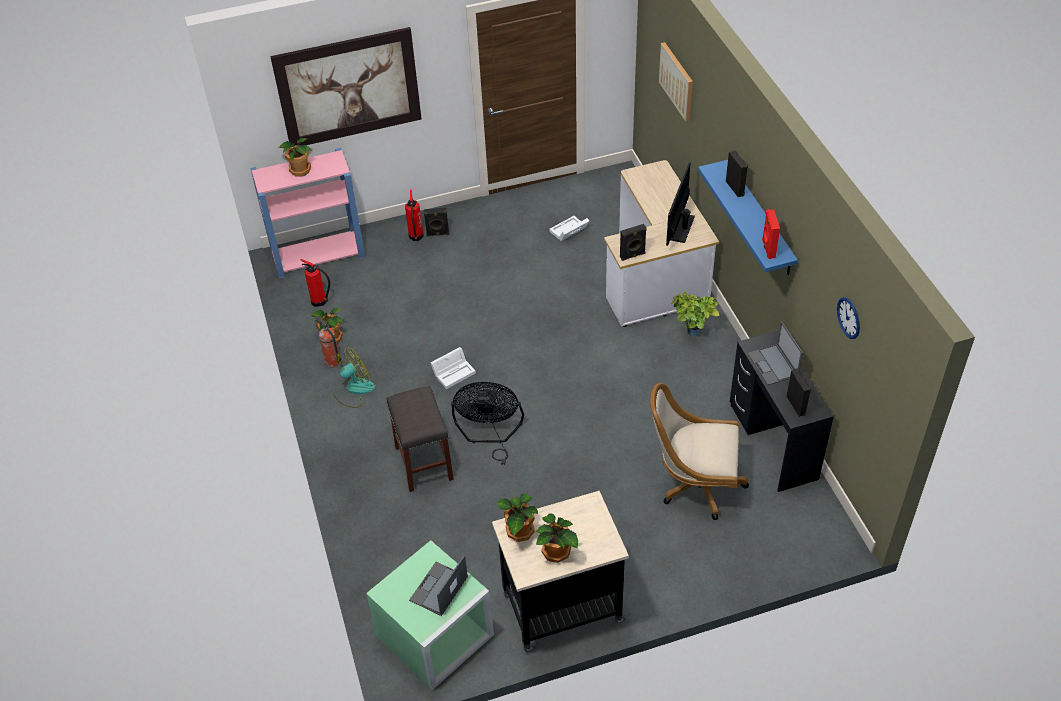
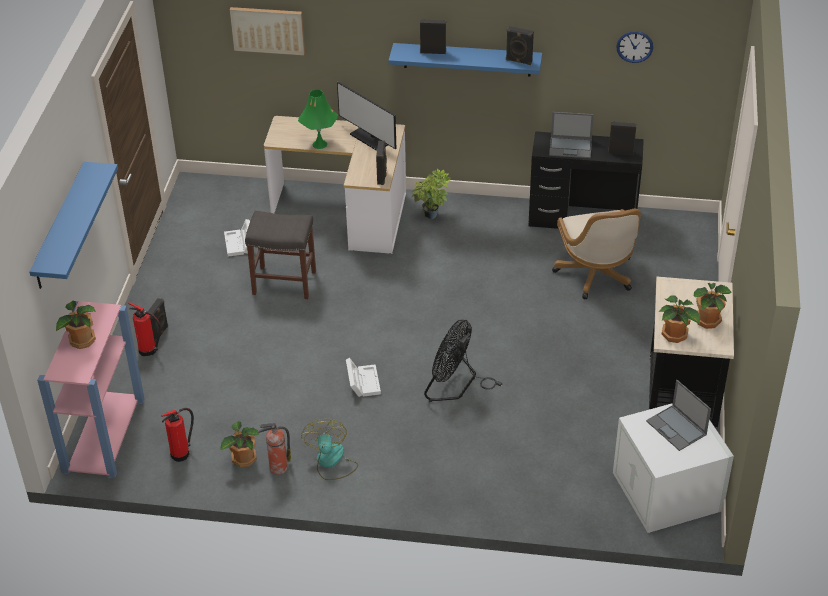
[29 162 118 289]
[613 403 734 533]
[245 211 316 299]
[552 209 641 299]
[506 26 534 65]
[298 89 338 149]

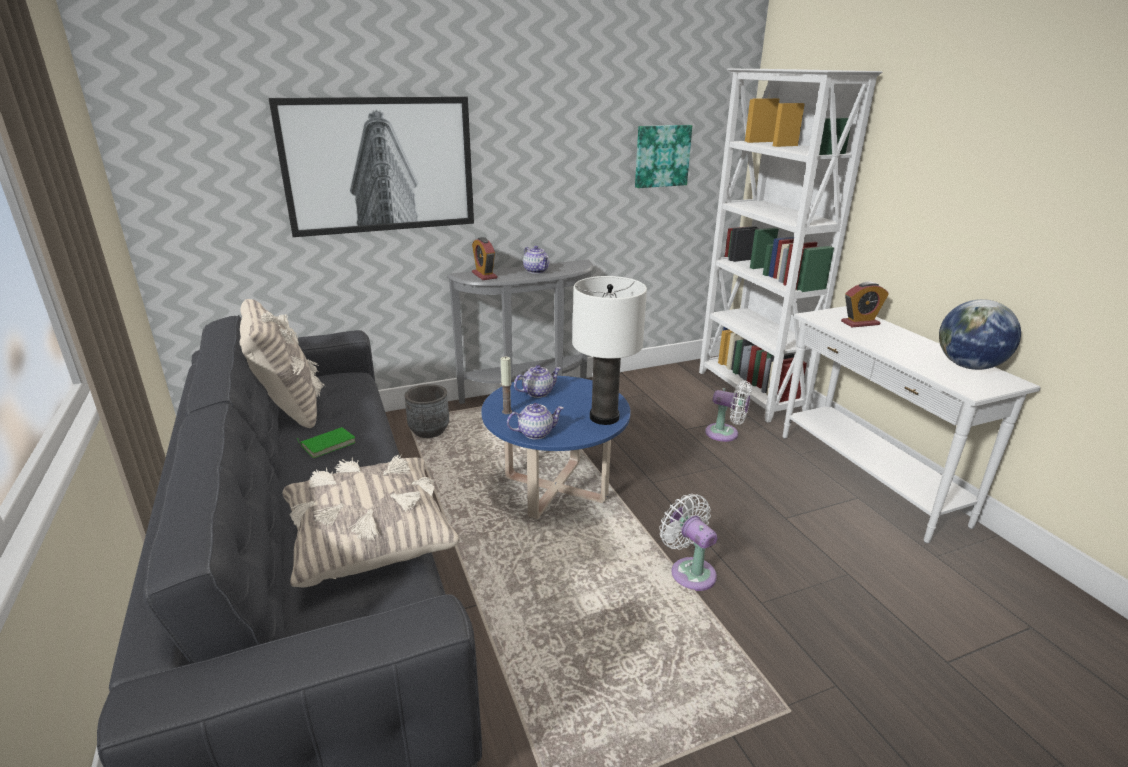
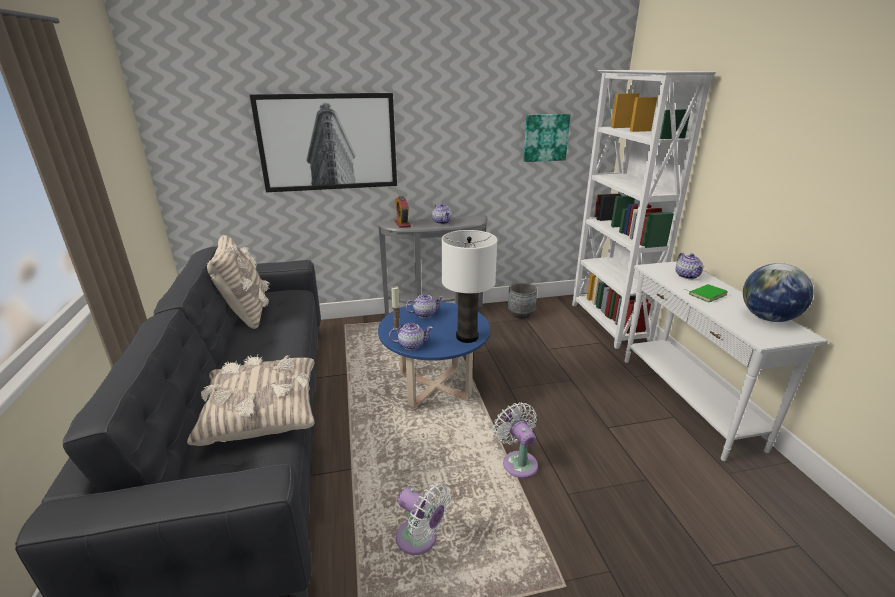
[686 284 728 302]
[508 283 537 319]
[396 483 451 555]
[676 253 704 279]

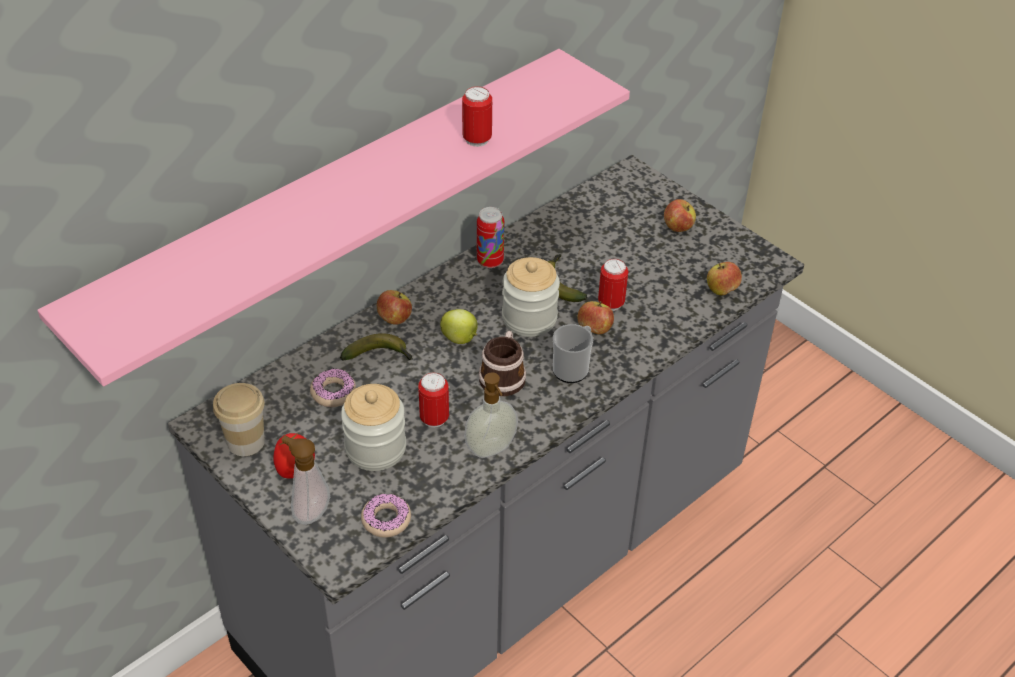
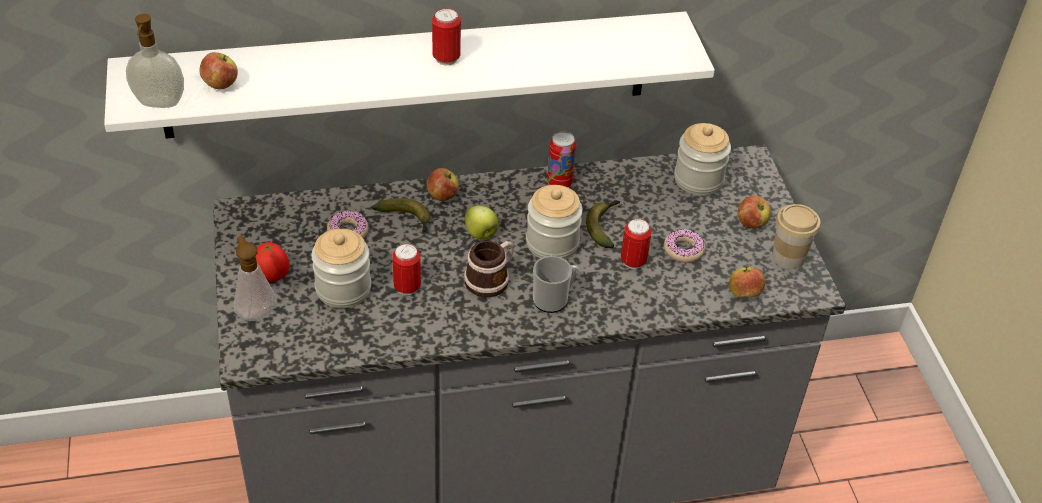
[104 12 715 139]
[772 204 820 269]
[664 229 705 263]
[432 8 461 65]
[126 14 184 108]
[200 52 238 90]
[674 123 731 195]

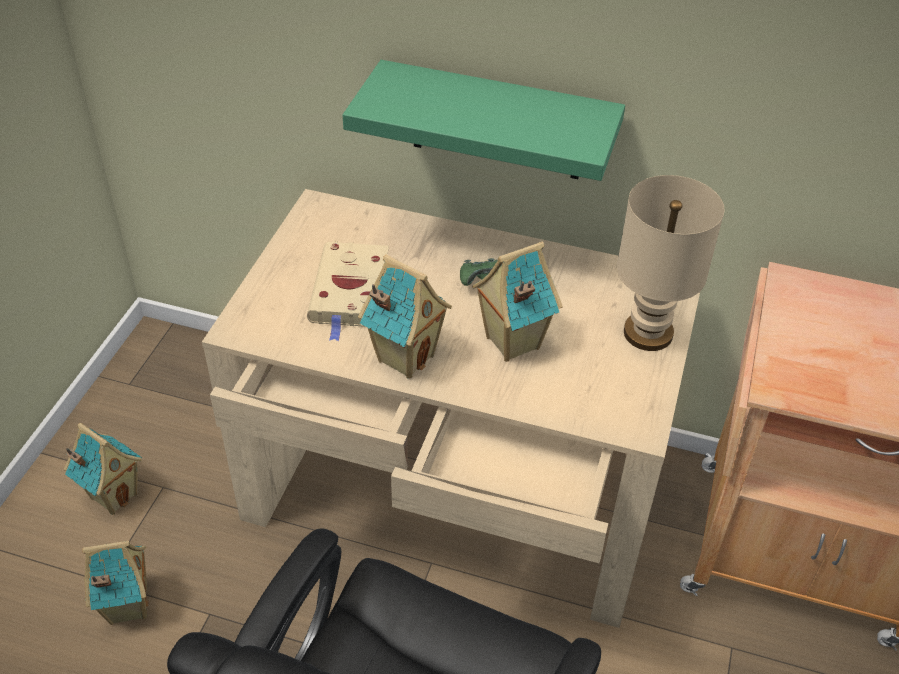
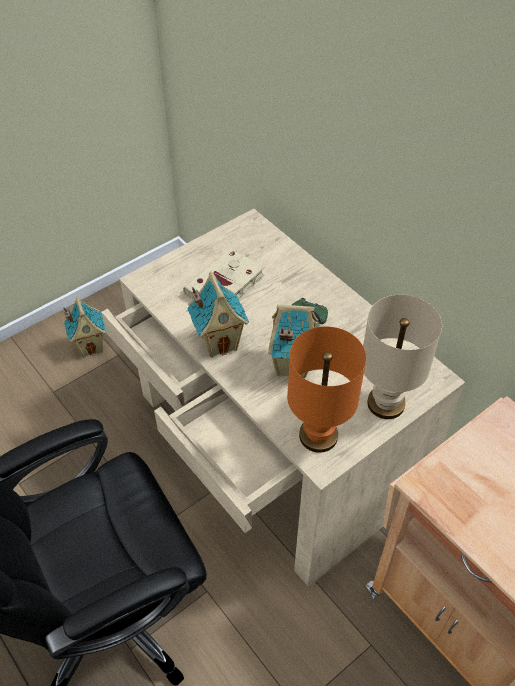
[82 541 148 625] (first image)
[343 60 625 181] (first image)
[287 326 366 453]

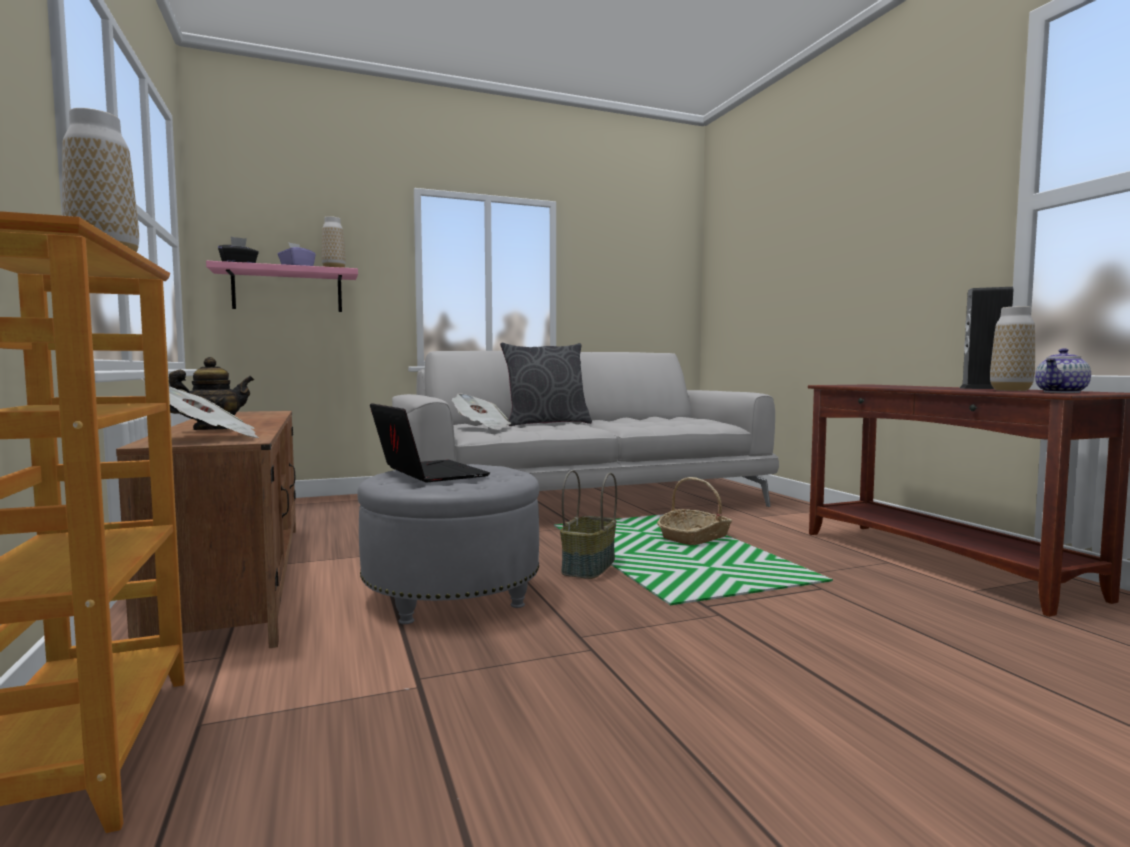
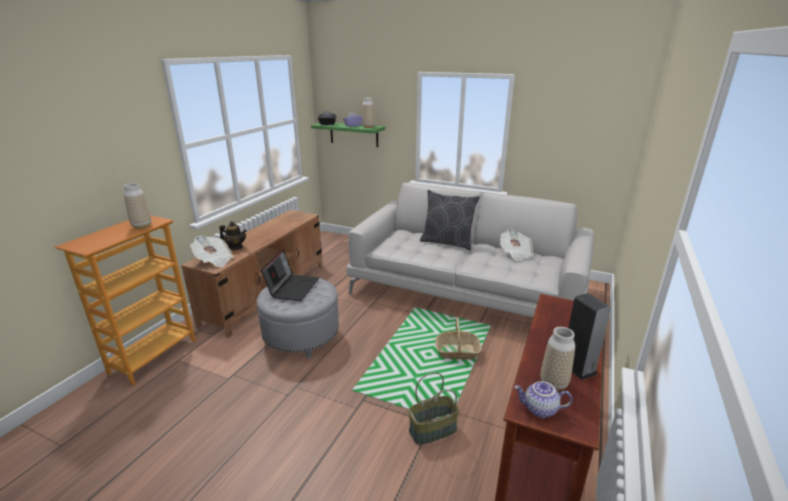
[311 123 385 147]
[500 229 533 261]
[408 372 459 445]

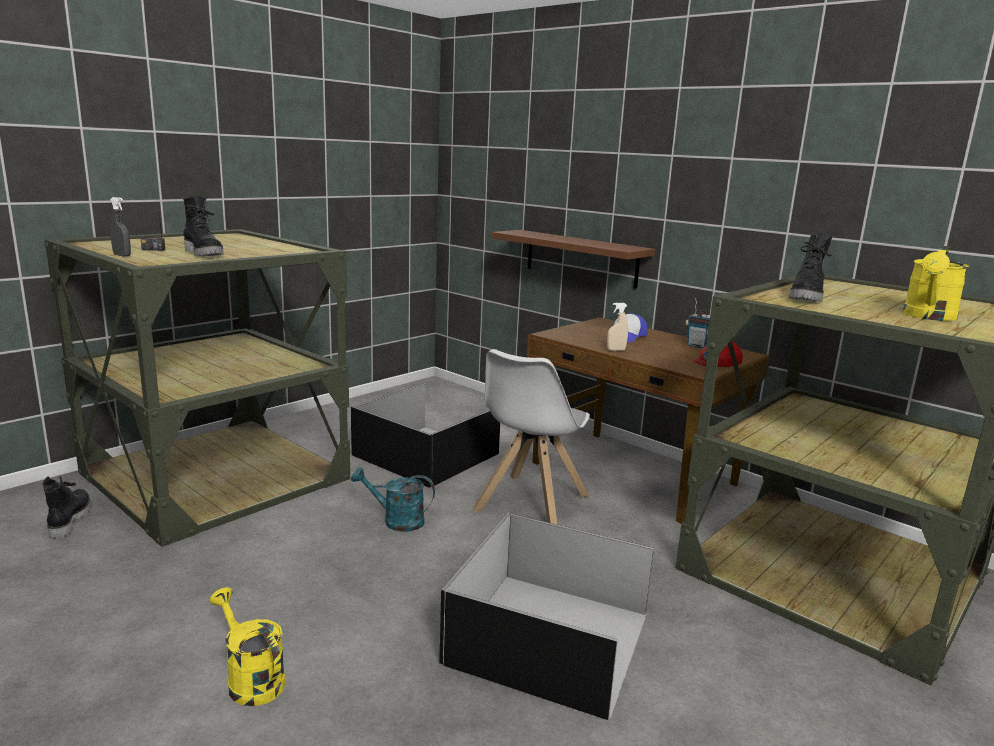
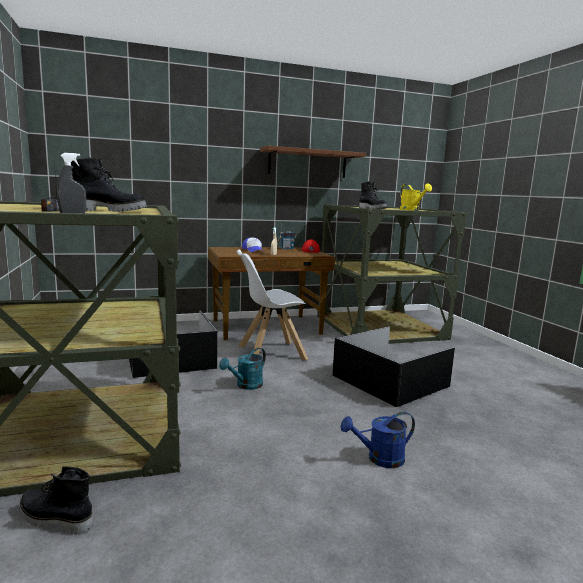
[341 412 415 468]
[237 250 308 360]
[260 145 366 178]

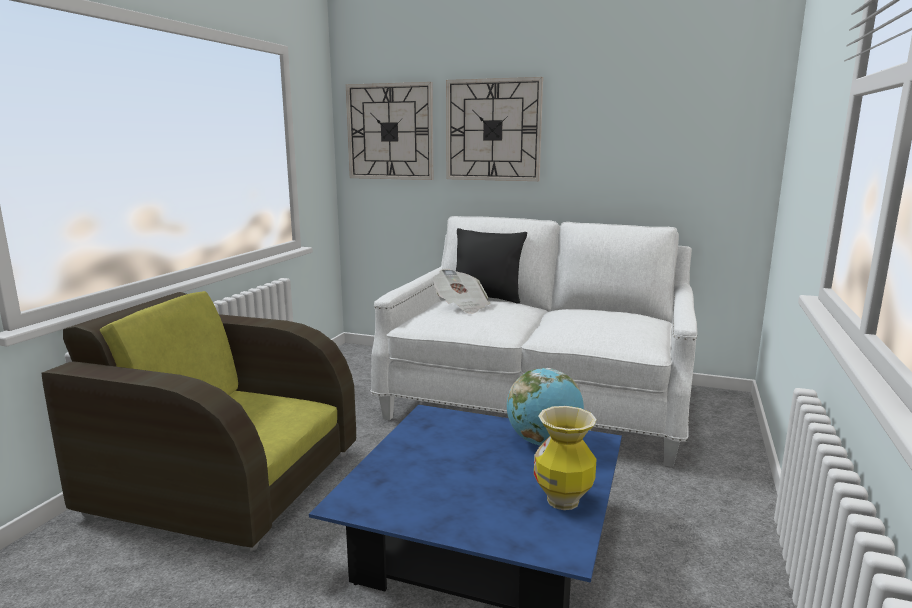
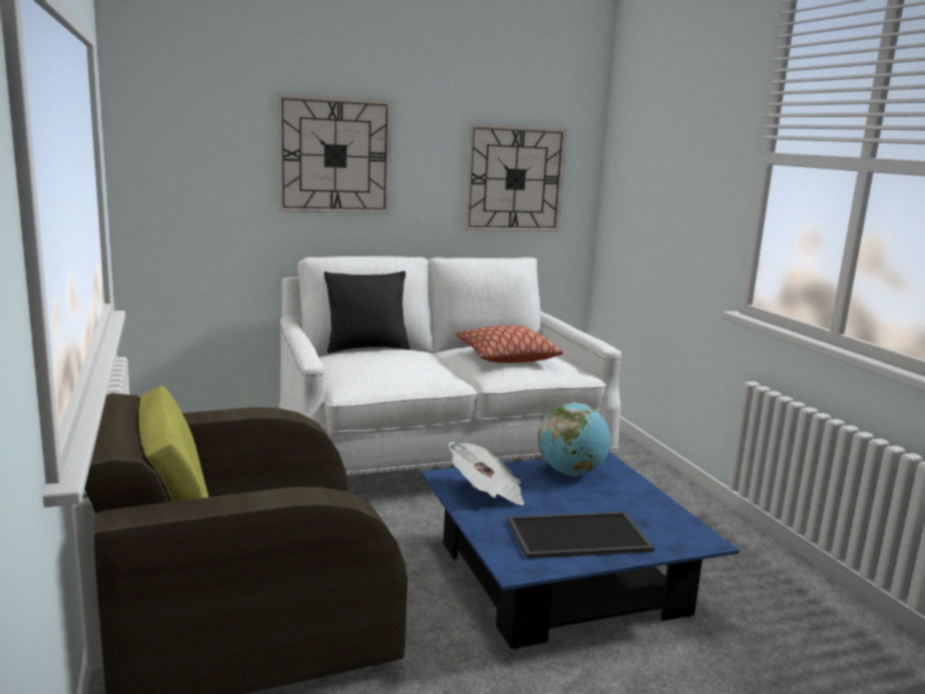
[464 123 567 232]
[448 442 524 505]
[534 406 597 510] (first image)
[456 325 563 363]
[508 512 654 559]

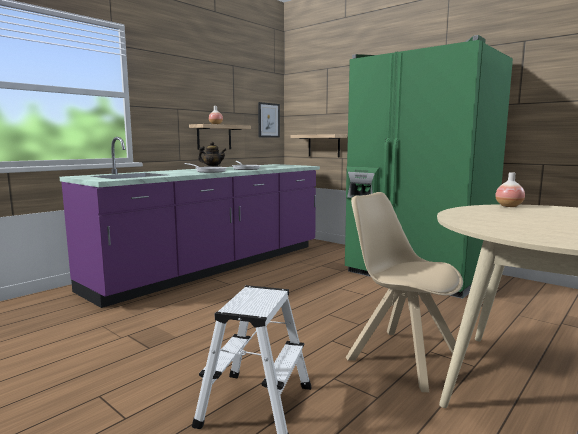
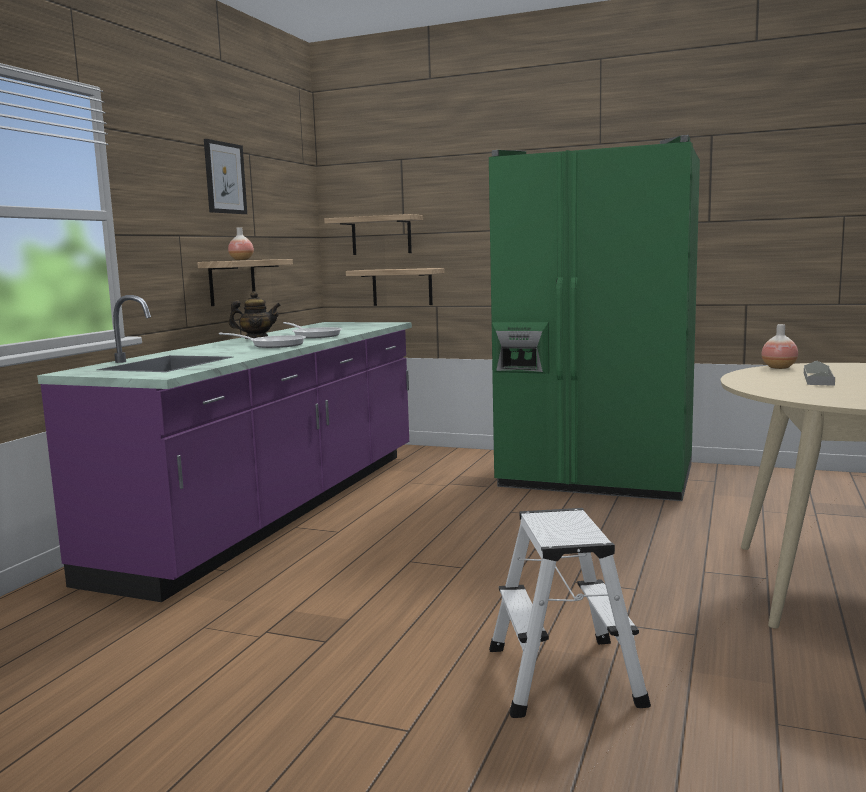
[204 139 247 214]
[346 192 465 392] (first image)
[324 214 423 255]
[804 361 835 386]

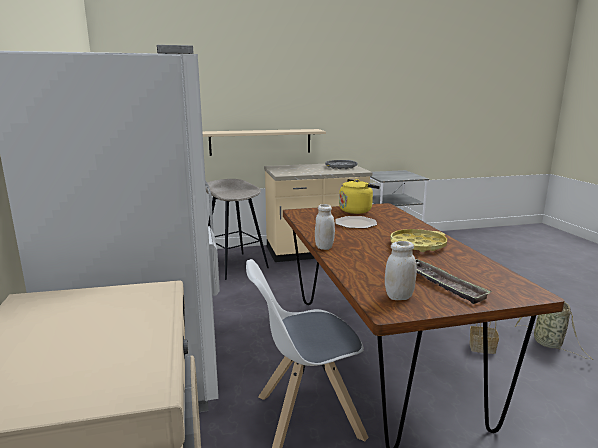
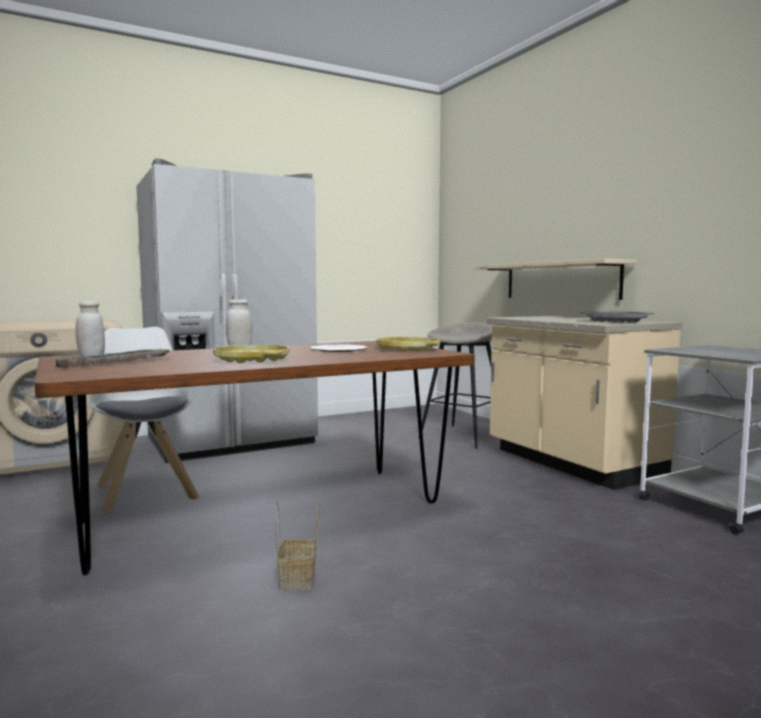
[376 337 440 352]
[515 302 593 360] (first image)

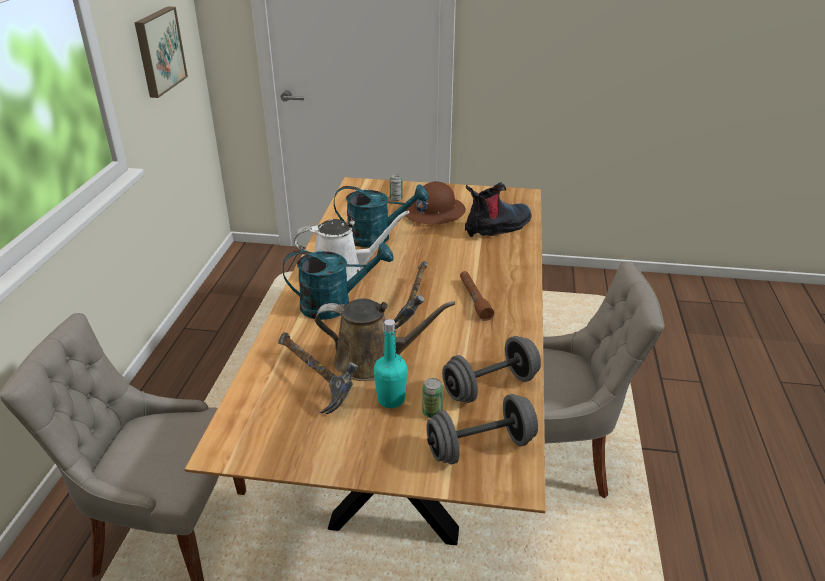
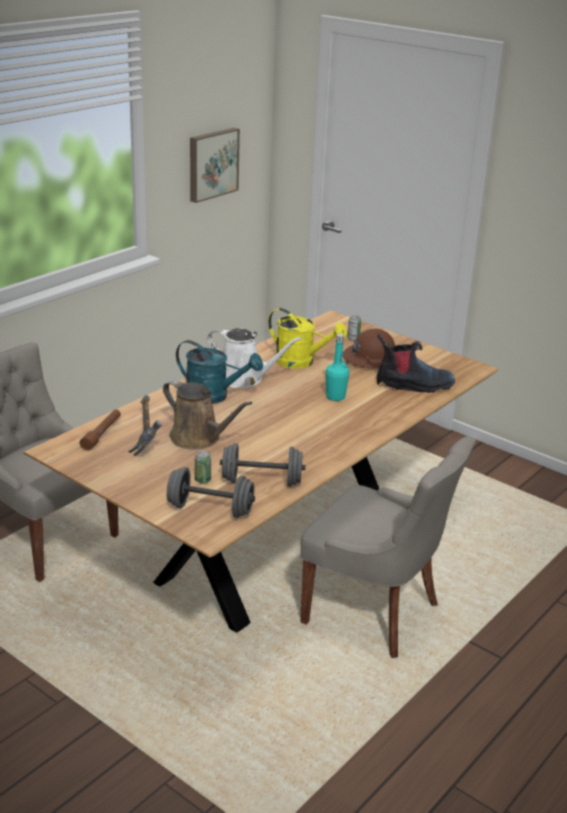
[268 308 347 369]
[326 334 349 401]
[394 261 428 329] (first image)
[80 409 121 451]

